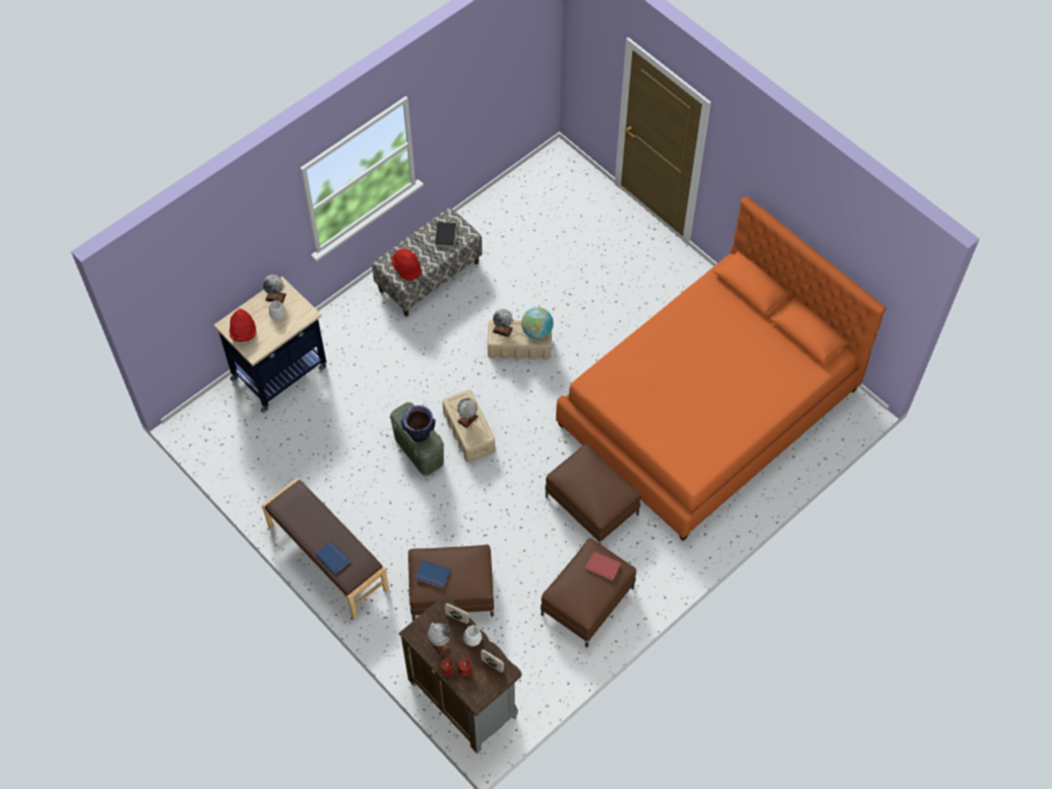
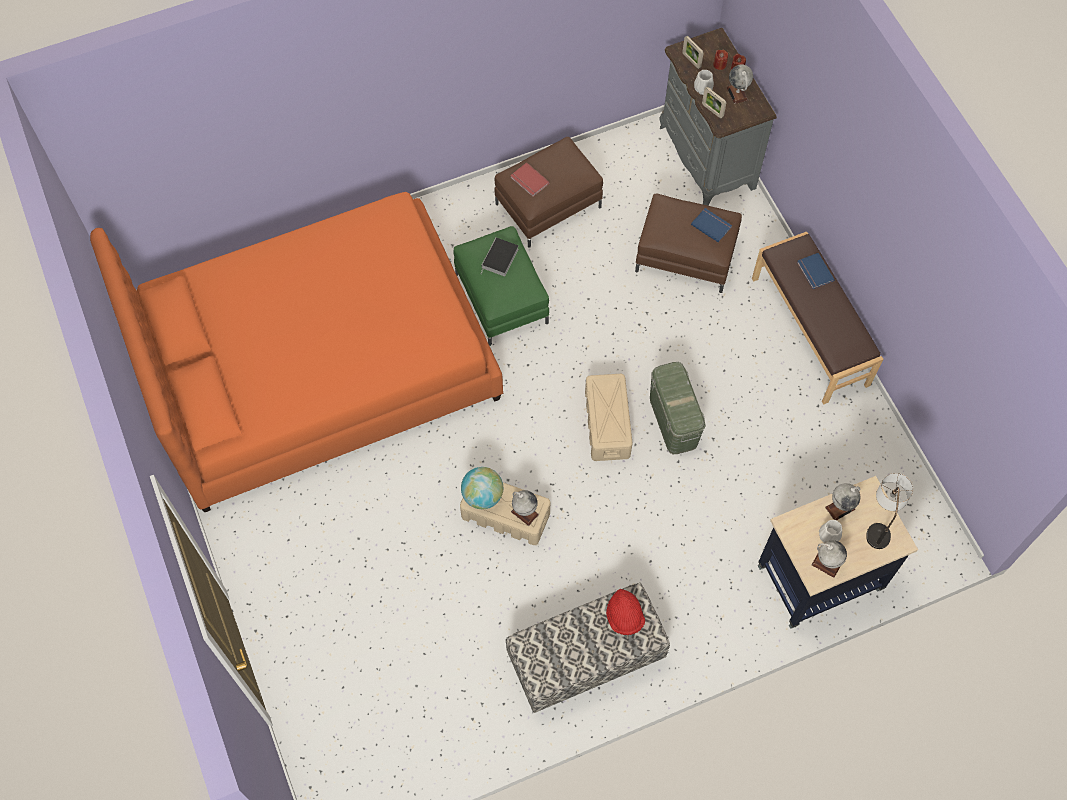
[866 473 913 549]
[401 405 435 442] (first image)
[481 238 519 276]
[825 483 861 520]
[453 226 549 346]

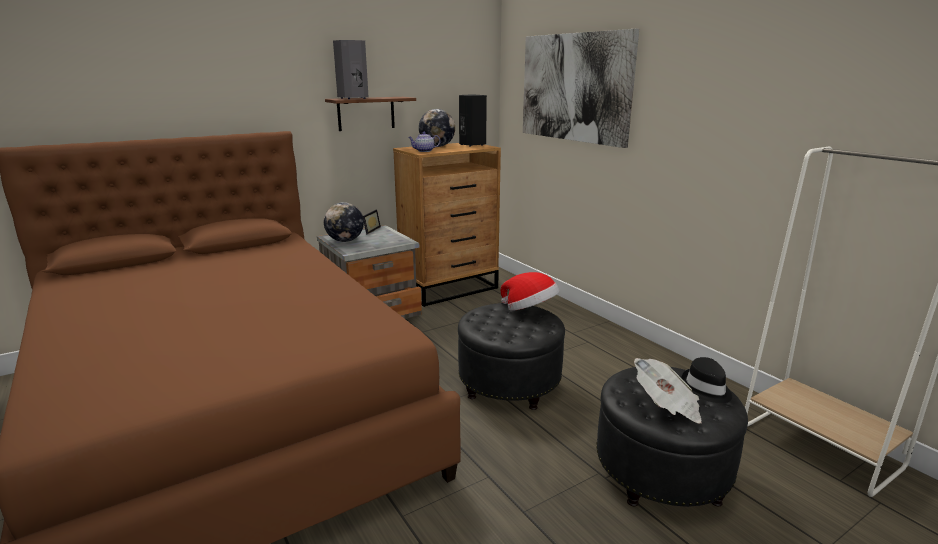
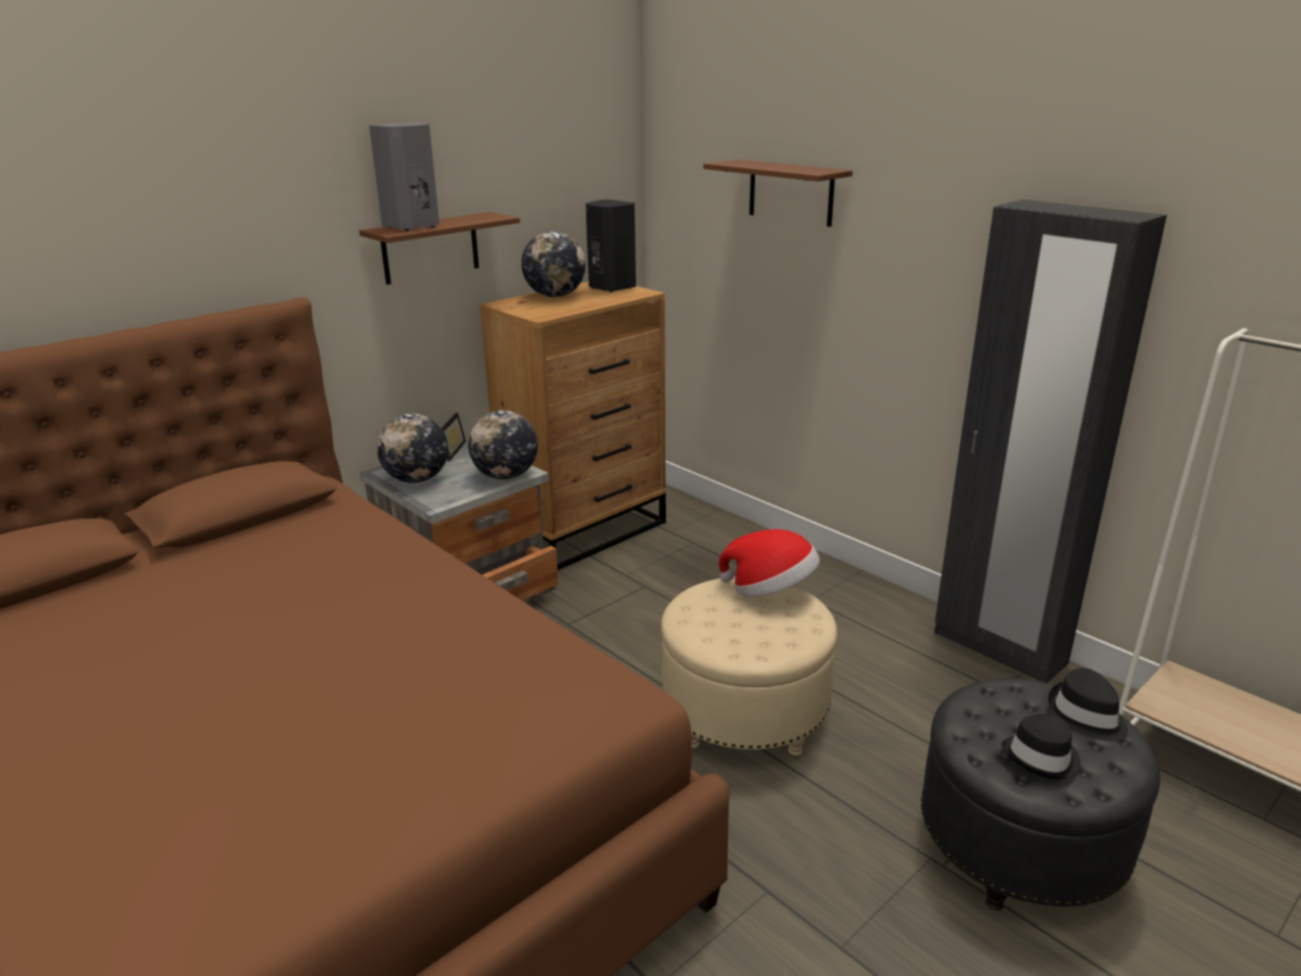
[408 132 441 152] (first image)
[661 576 837 755]
[703 159 853 227]
[1001 714 1081 779]
[468 410 538 480]
[934 200 1167 683]

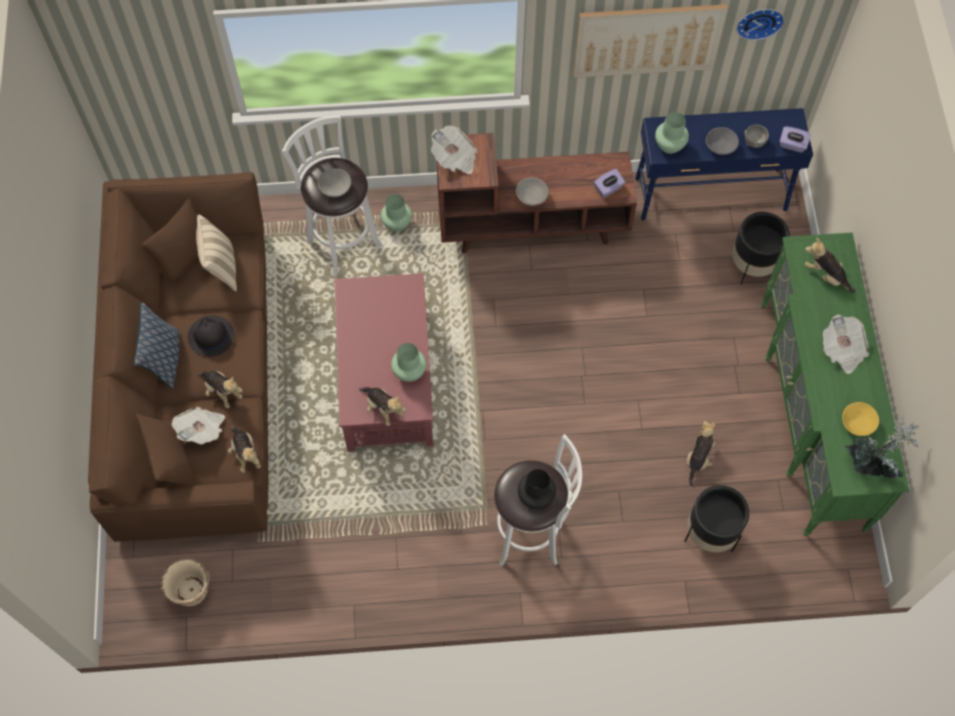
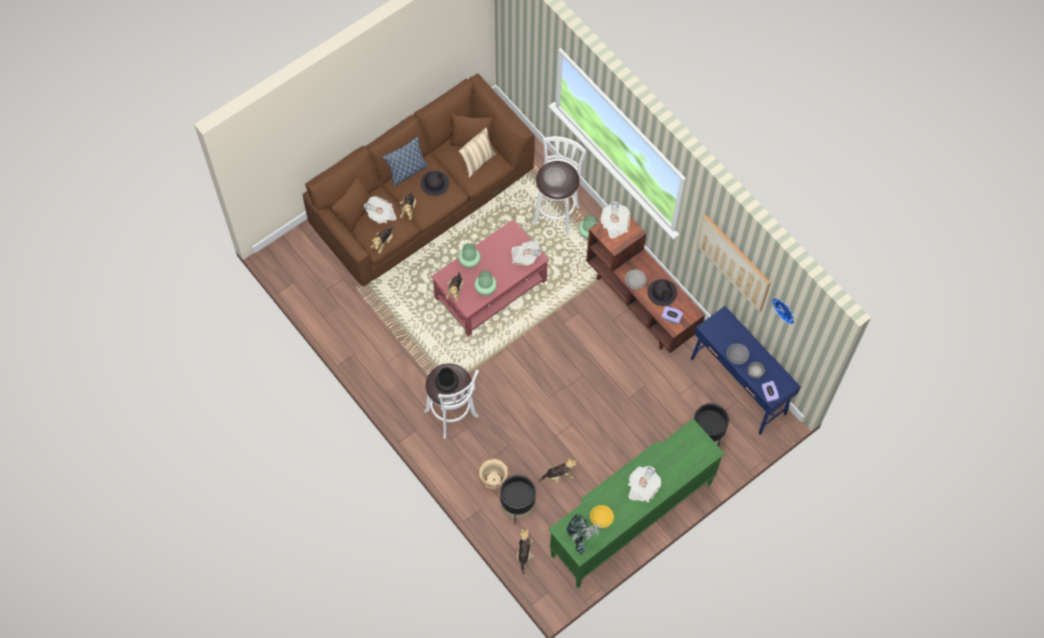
[478 458 509 489]
[458 243 480 268]
[517 529 534 574]
[512 240 541 266]
[648 279 677 306]

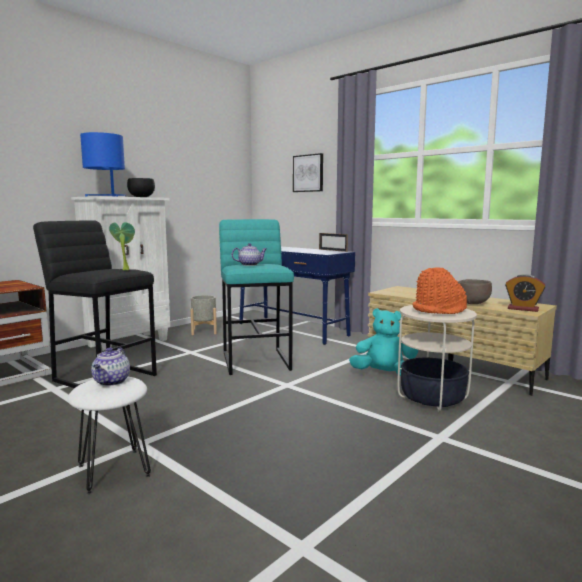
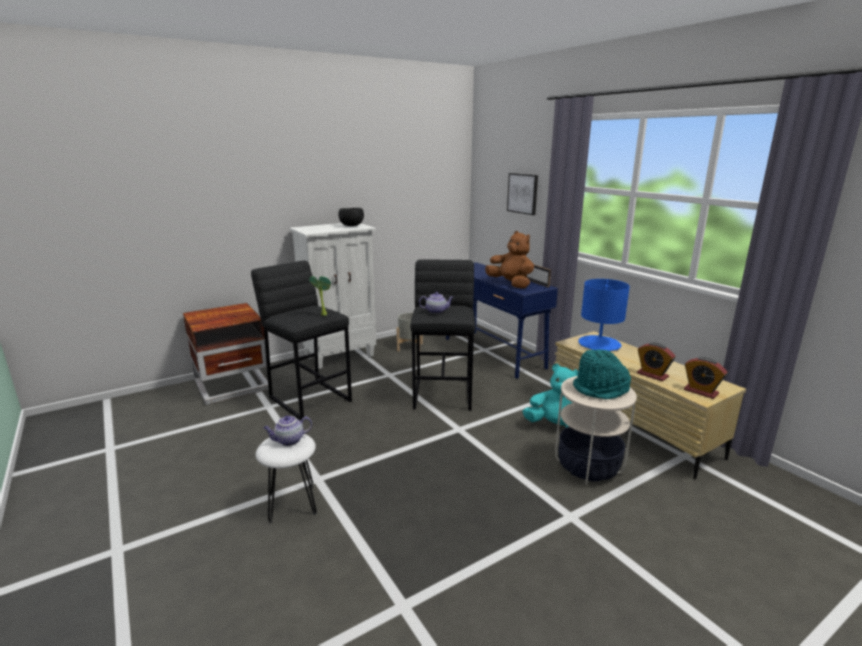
[578 279 630 351]
[263 416 312 446]
[410 260 475 411]
[573 349 631 399]
[637 342 675 381]
[485 231 534 288]

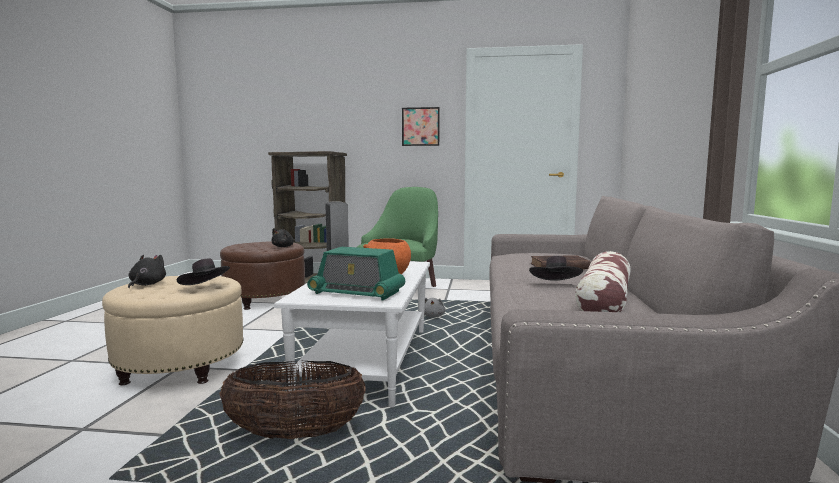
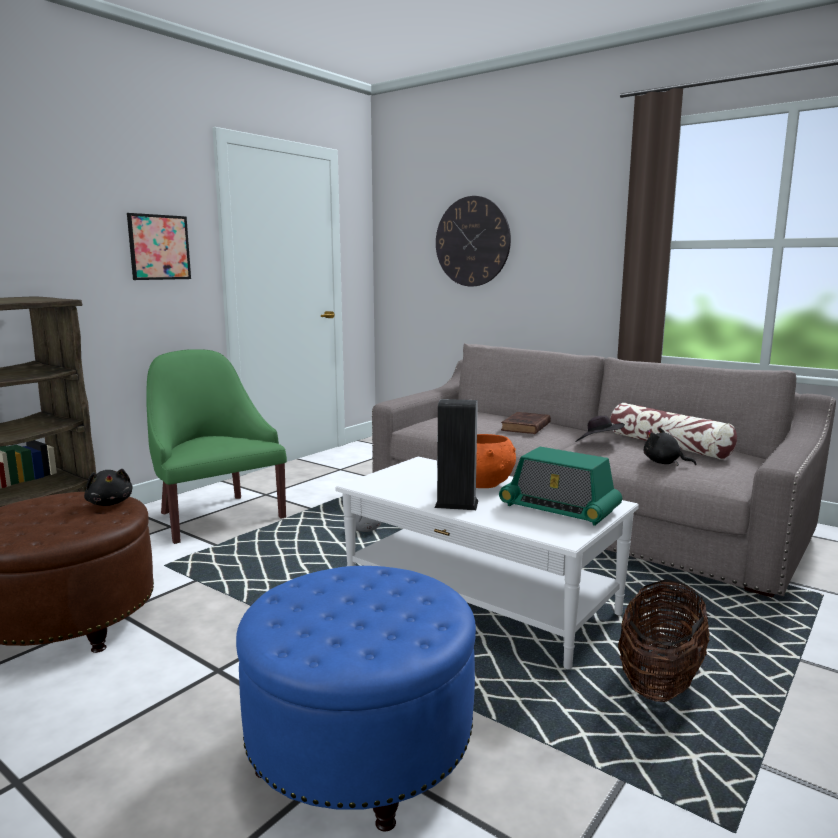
[236 566 476 831]
[644 427 696 466]
[177 259 230 285] (first image)
[499 447 622 526]
[436 196 511 287]

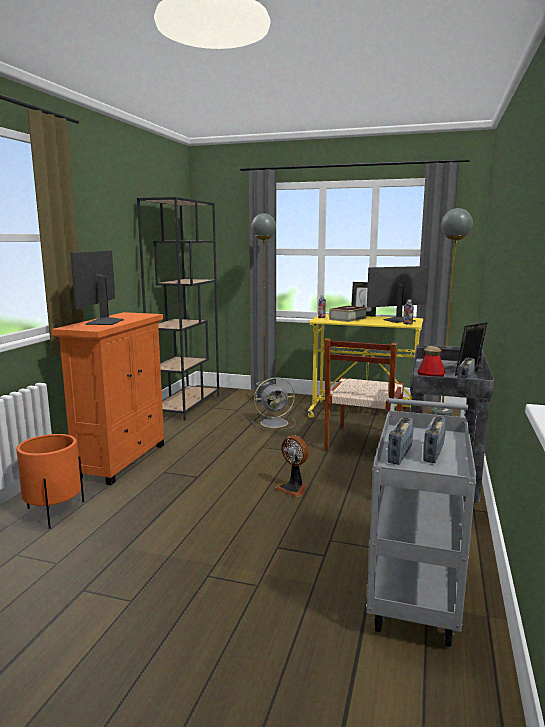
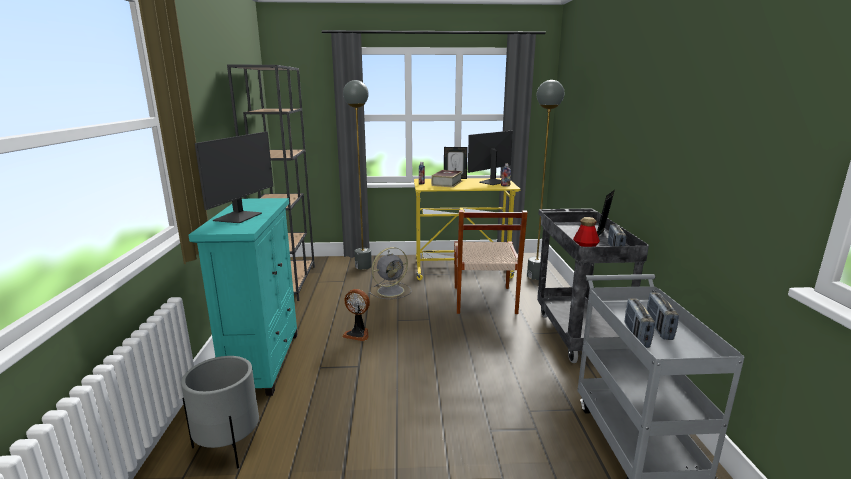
[181 356 259 469]
[188 198 298 396]
[195 132 273 223]
[342 289 370 341]

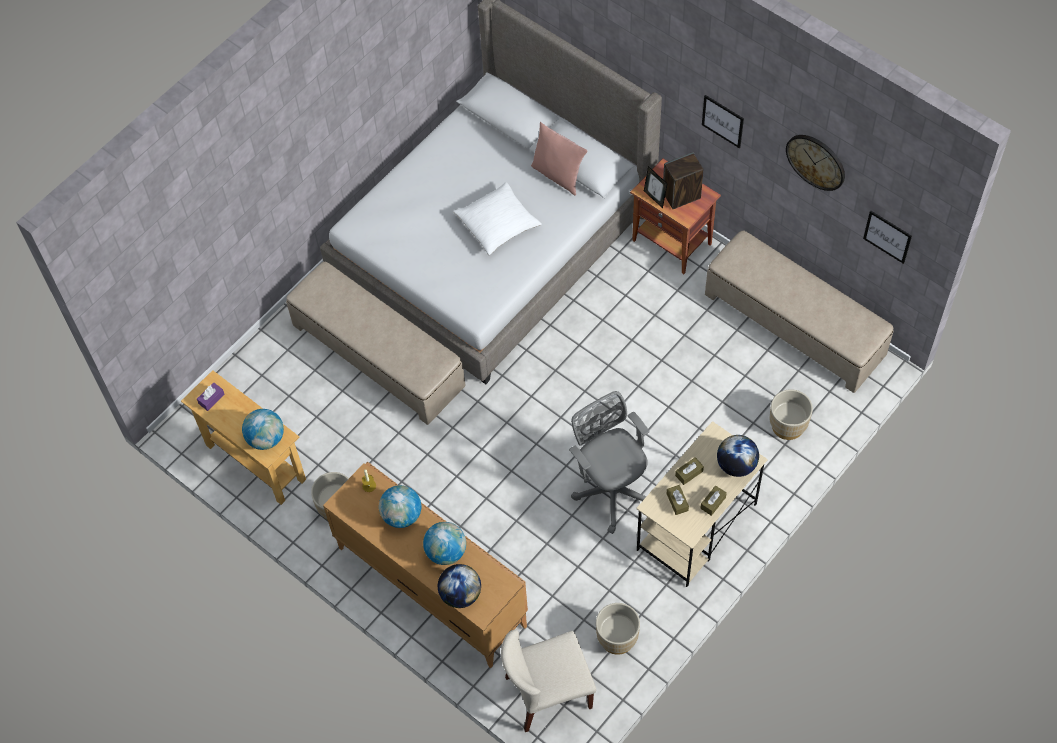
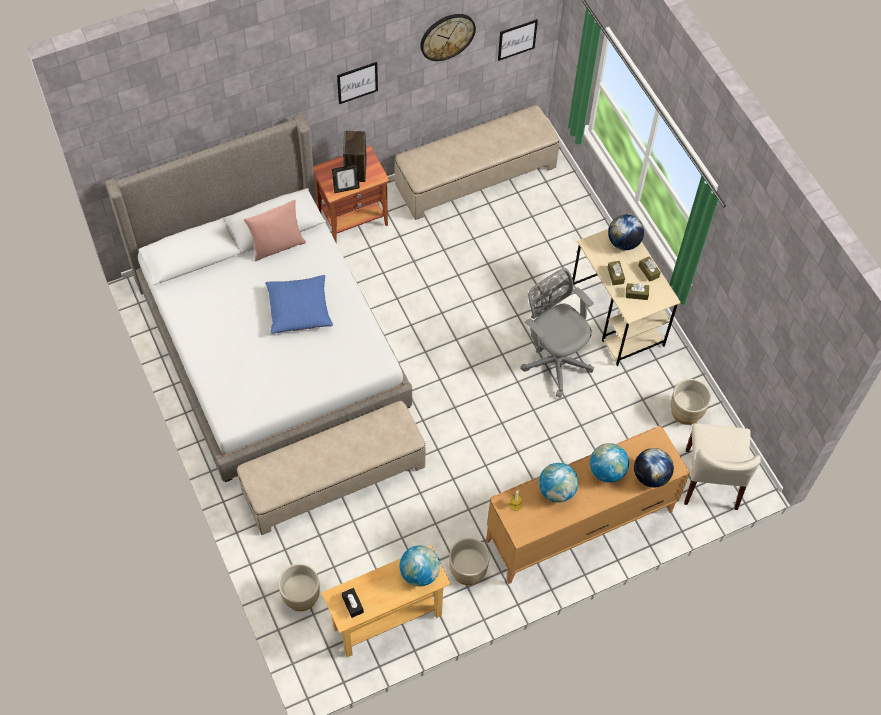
[342 588 364 618]
[265 275 333 334]
[521 268 594 398]
[278 564 320 611]

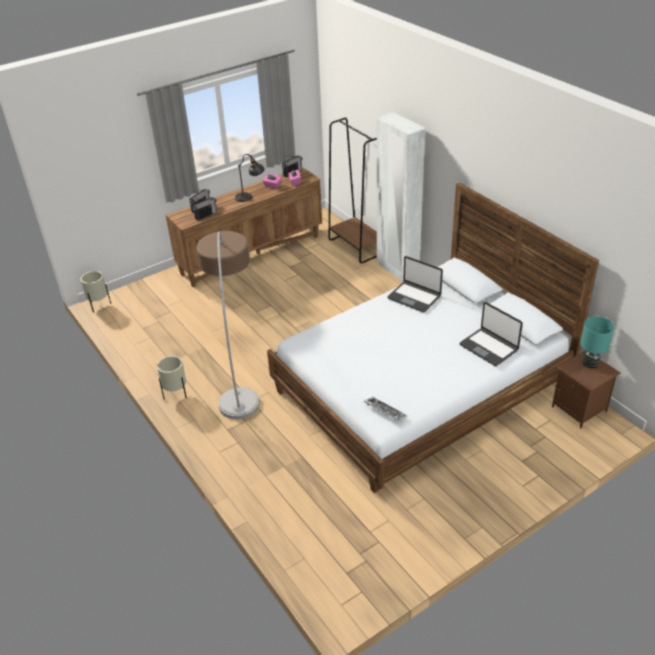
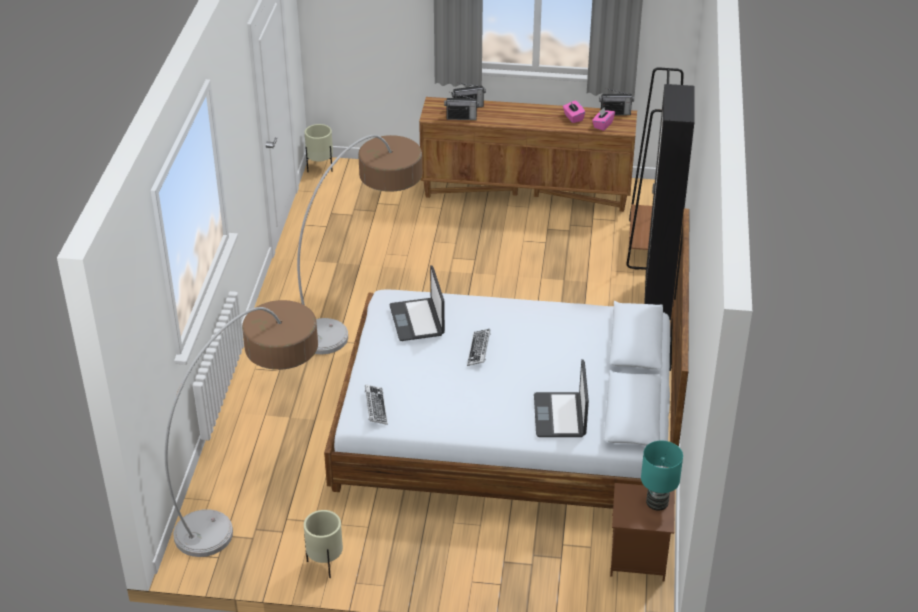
[304 510 343 578]
[235 154 265 202] (first image)
[644 84 695 320]
[390 265 445 341]
[165 300 318 557]
[467 329 491 366]

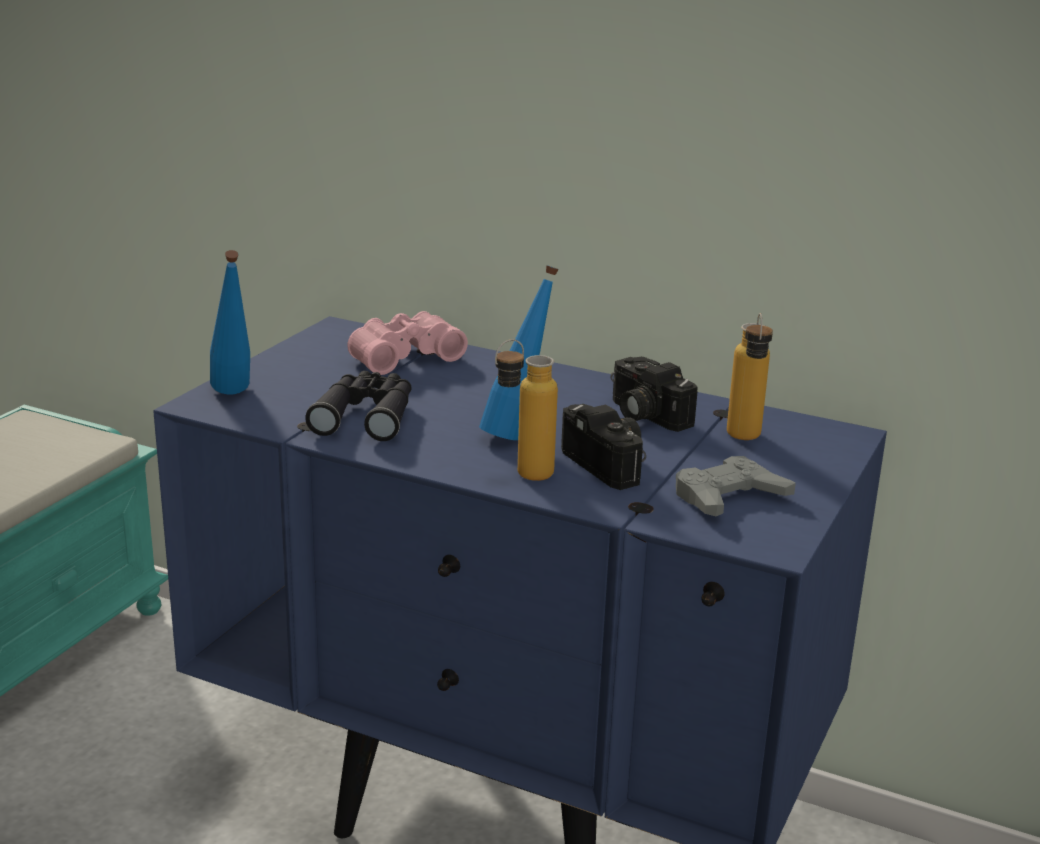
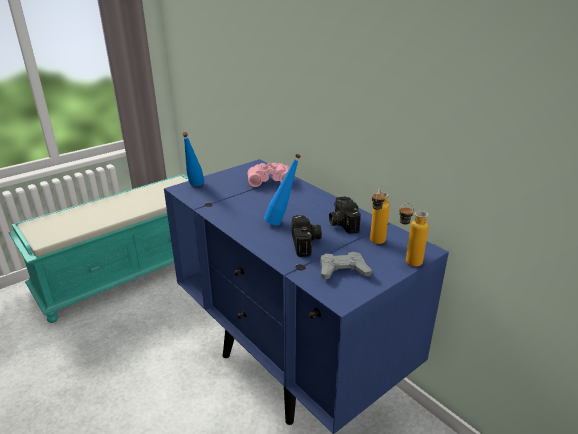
[305 371 411 441] (first image)
[399 203 429 267]

